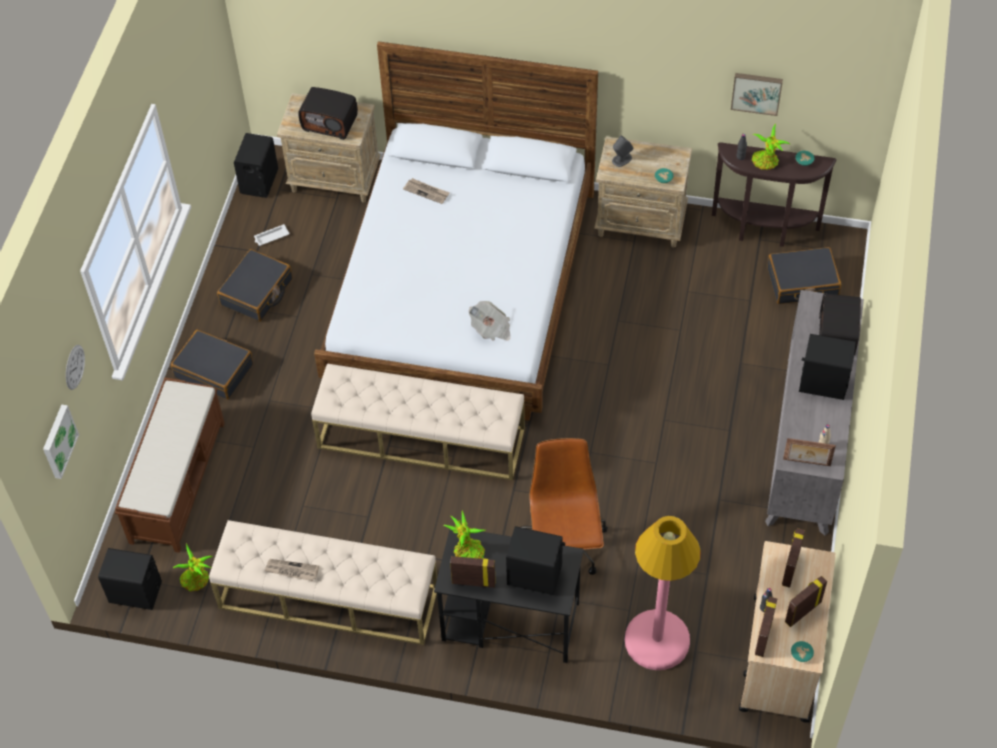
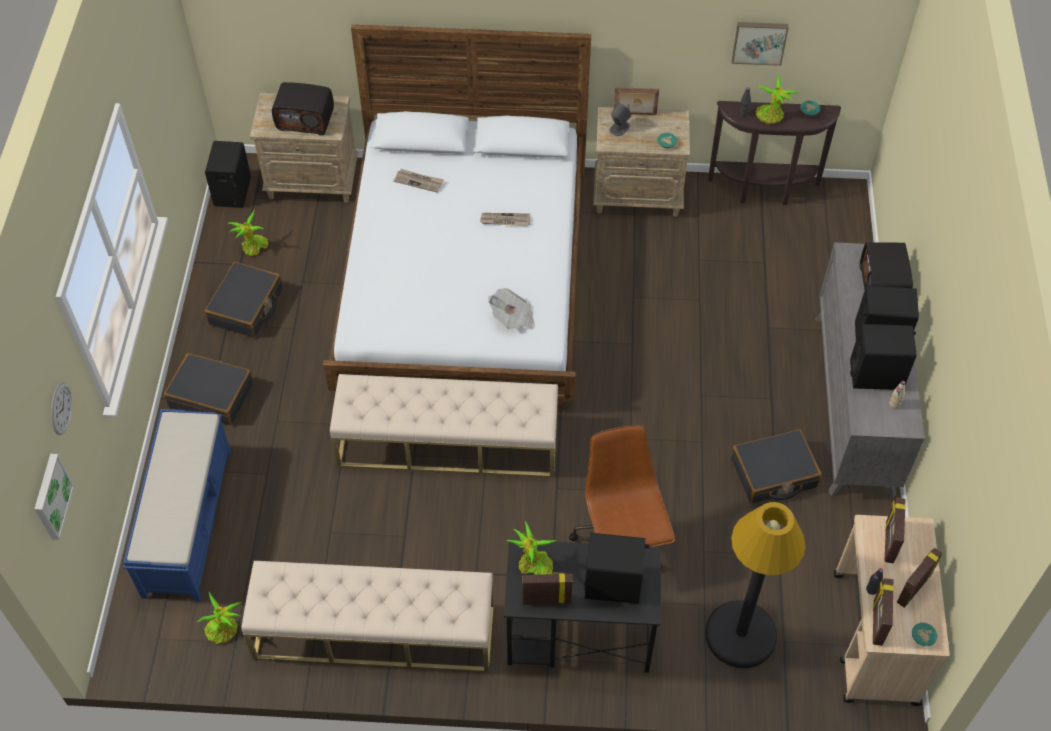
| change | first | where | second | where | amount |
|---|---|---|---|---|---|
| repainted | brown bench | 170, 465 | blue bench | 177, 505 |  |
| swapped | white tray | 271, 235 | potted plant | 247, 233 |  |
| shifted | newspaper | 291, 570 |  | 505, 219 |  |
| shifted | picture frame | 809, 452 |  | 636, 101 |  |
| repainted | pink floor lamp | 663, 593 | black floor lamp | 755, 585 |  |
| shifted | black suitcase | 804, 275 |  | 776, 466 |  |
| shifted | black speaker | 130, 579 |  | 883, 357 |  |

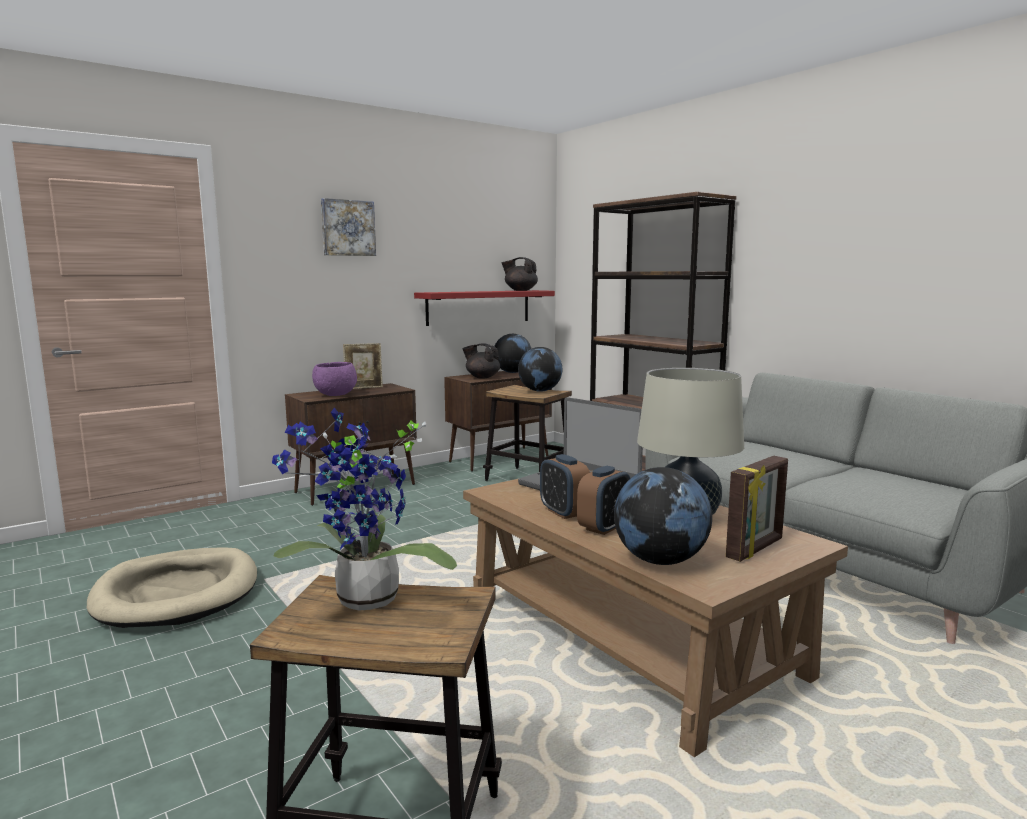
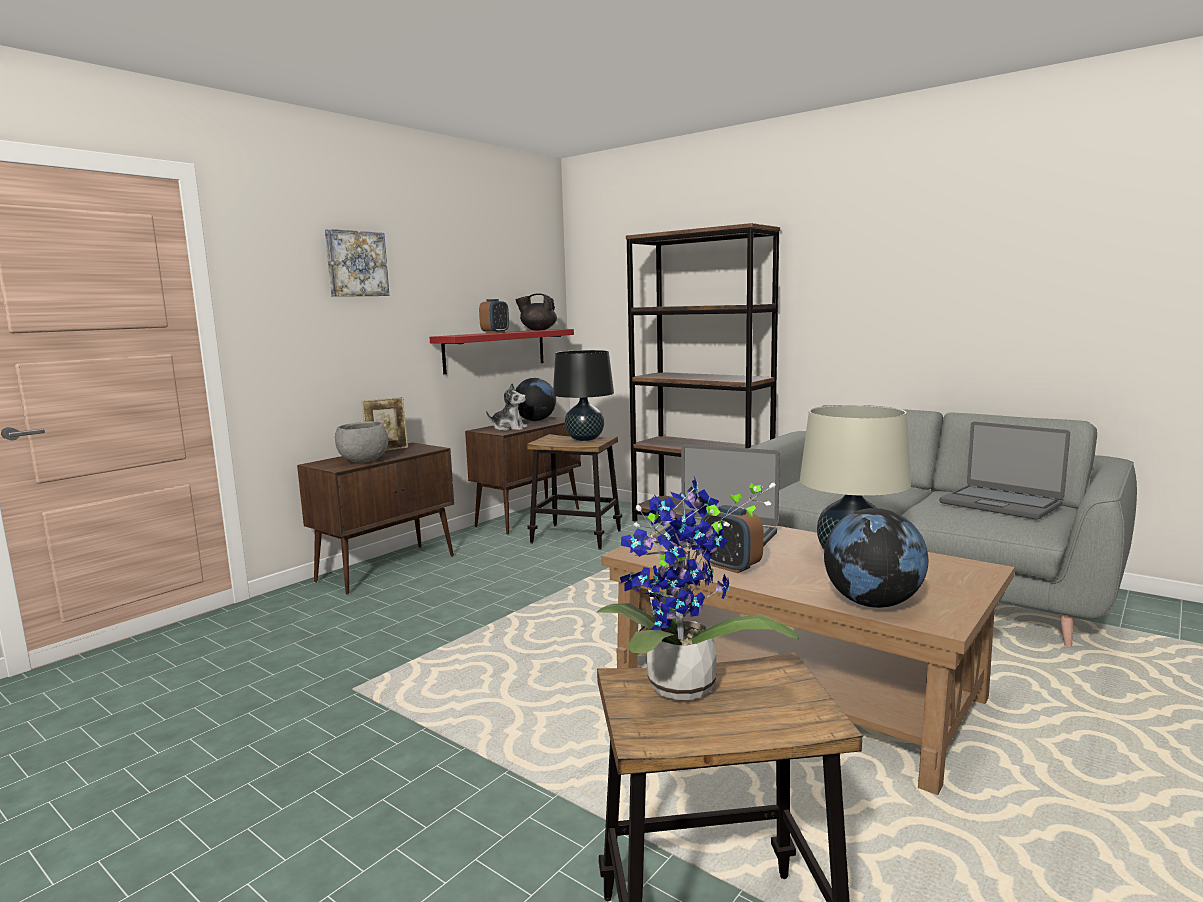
| change | first | where | second | where | amount |
|---|---|---|---|---|---|
| repainted | purple bowl | 334, 379 | grey bowl | 361, 442 |  |
| shifted | alarm clock | 603, 500 |  | 494, 316 |  |
| swapped | black teapot | 481, 361 | plush toy | 506, 407 |  |
| swapped | globe | 540, 369 | black table lamp | 583, 395 |  |
| new |  |  | laptop | 1005, 471 |  |
| gone | beige dog bed | 172, 587 |  |  |  |
| gone | picture frame | 757, 509 |  |  |  |

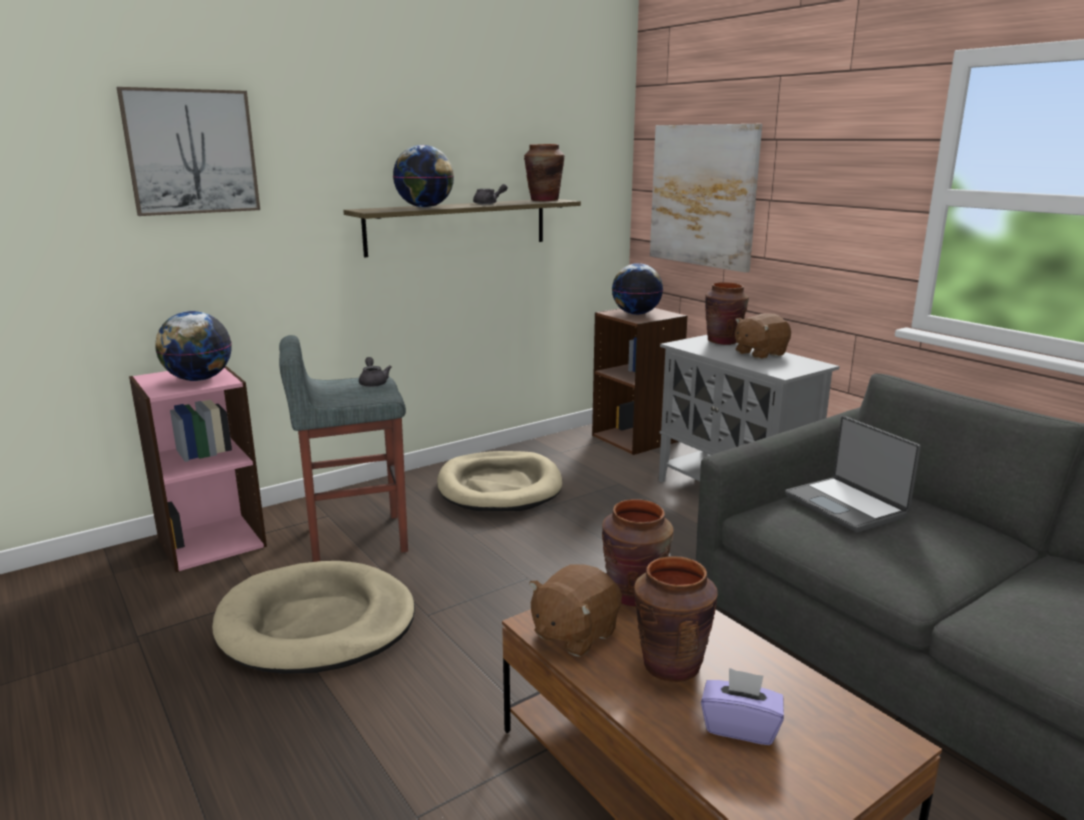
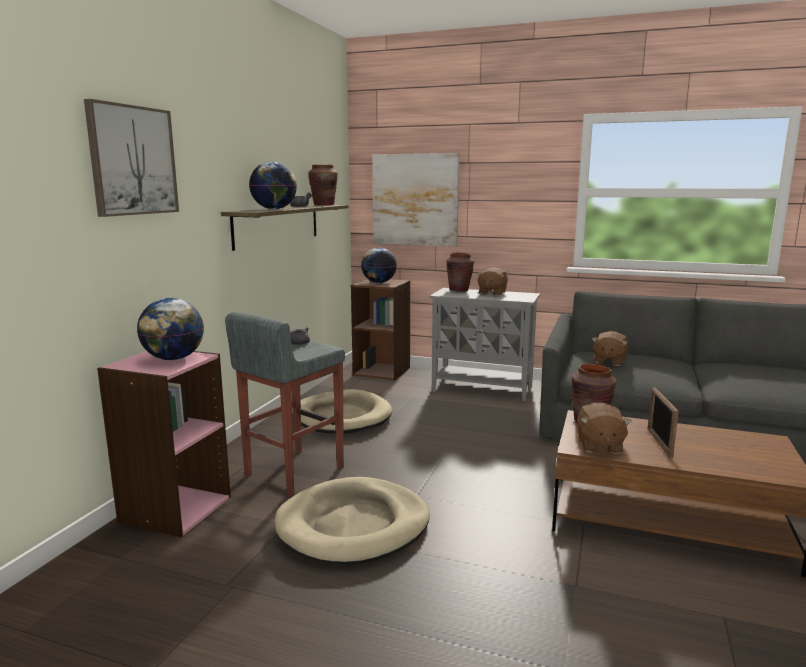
| change | first | where | second | where | amount |
|---|---|---|---|---|---|
| swapped | laptop | 853, 474 | brown plush toy | 610, 348 |  |
| swapped | brown vase | 676, 619 | picture frame | 663, 422 |  |
| gone | purple tissue box | 742, 706 |  |  |  |

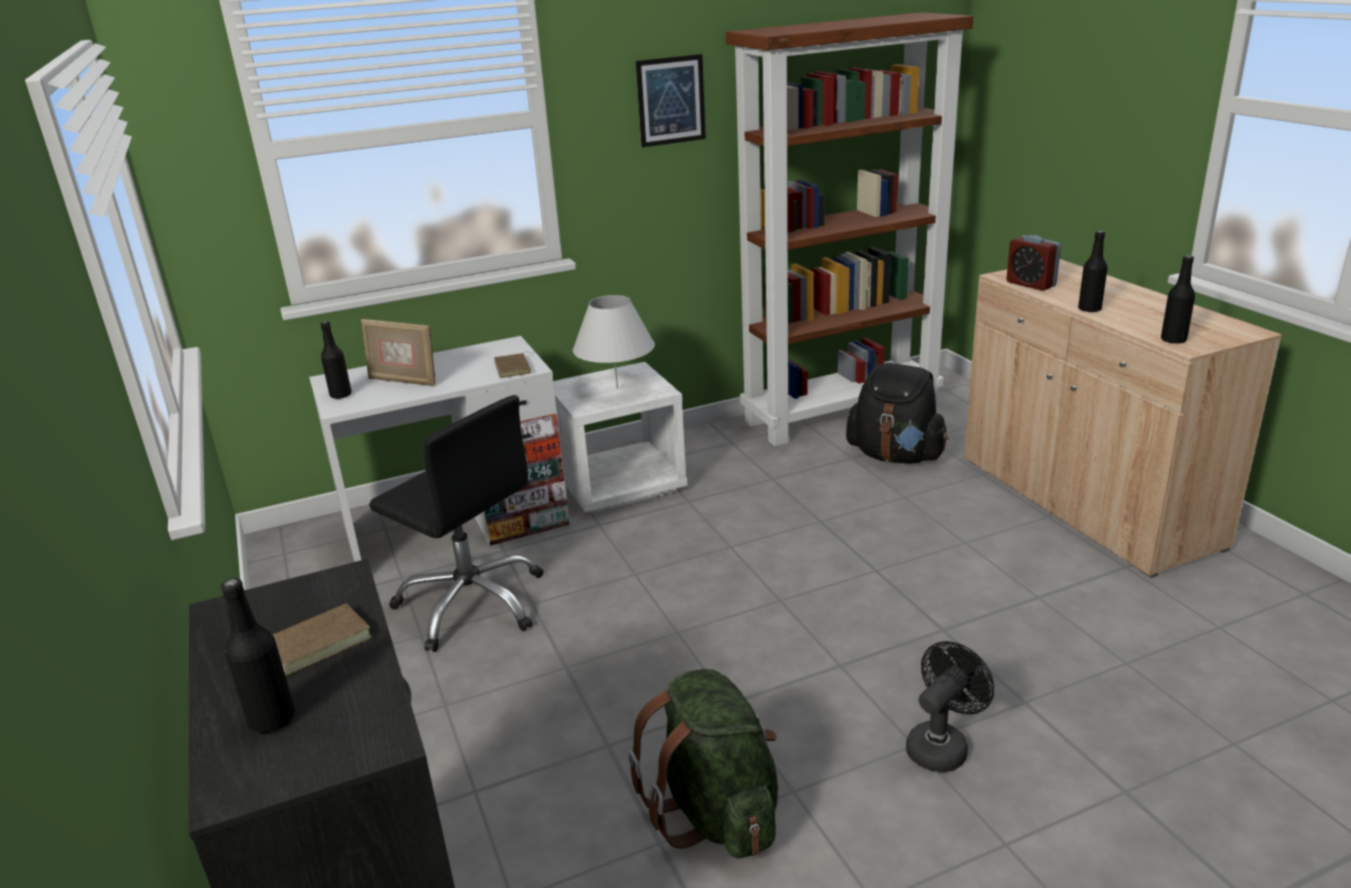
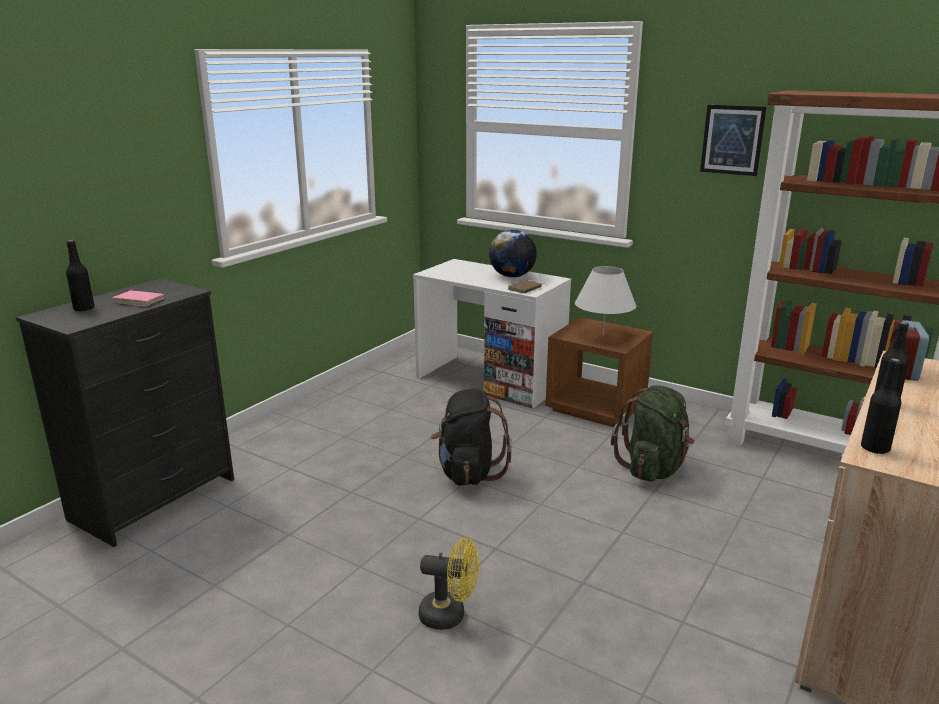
| change | first | where | second | where | amount |
|---|---|---|---|---|---|
| repainted | brown book | 322, 639 | pink book | 138, 297 |  |
| repainted | black fan | 950, 707 | yellow fan | 449, 584 |  |
| shifted | black backpack | 897, 413 |  | 471, 437 |  |
| new |  |  | globe | 513, 253 |  |
| repainted | white nightstand | 620, 438 | brown nightstand | 599, 372 |  |
| shifted | green backpack | 703, 764 |  | 653, 433 |  |
| gone | black bottle | 336, 360 |  |  |  |
| gone | picture frame | 398, 352 |  |  |  |
| gone | black office chair | 456, 523 |  |  |  |

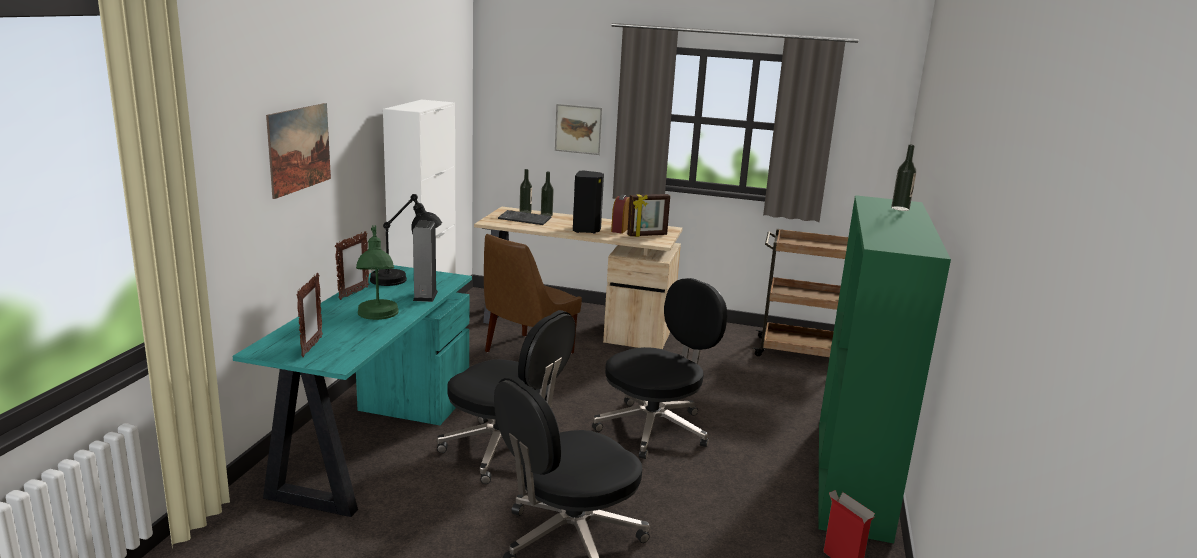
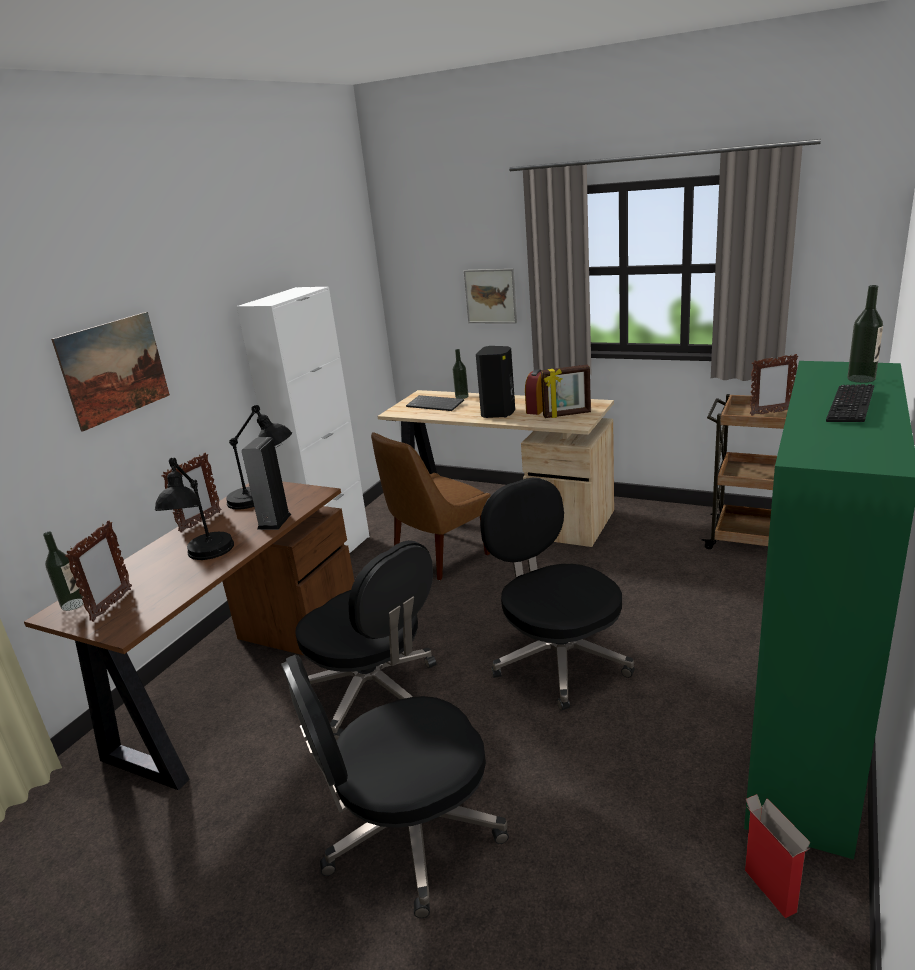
| change | first | where | second | where | amount |
|---|---|---|---|---|---|
| repainted | turquoise desk | 352, 391 | brown desk | 189, 635 |  |
| shifted | bottle | 526, 191 |  | 63, 571 |  |
| repainted | green table lamp | 377, 272 | black table lamp | 194, 508 |  |
| rotated | black office chair | 659, 368 |  | 557, 594 | 90 degrees counterclockwise |
| new |  |  | picture frame | 774, 385 |  |
| new |  |  | keyboard | 850, 403 |  |

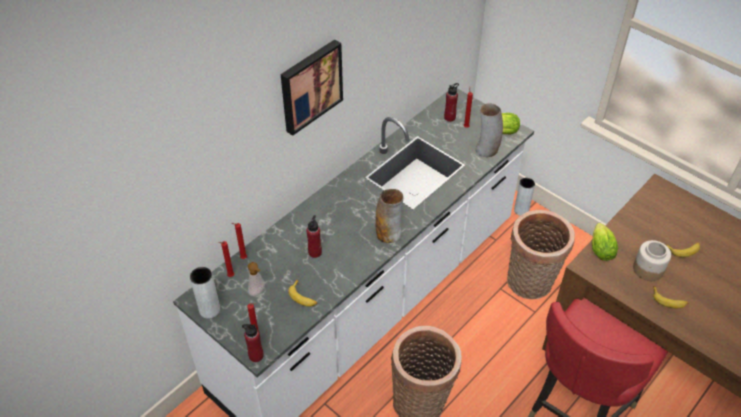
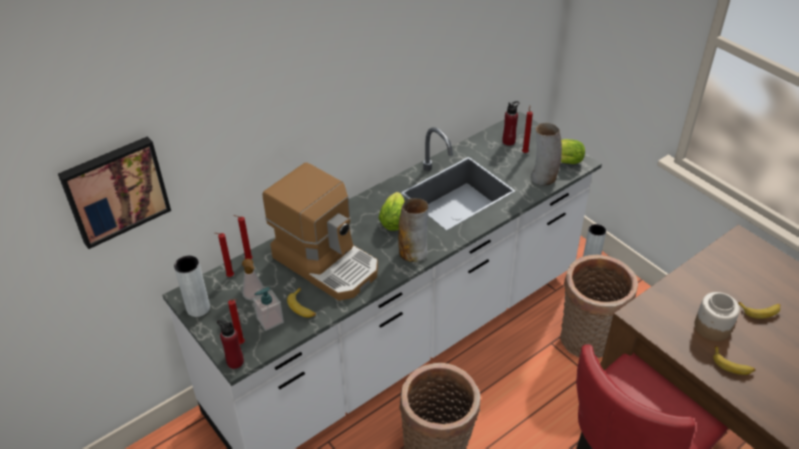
| change | first | where | second | where | amount |
|---|---|---|---|---|---|
| shifted | picture | 312, 88 |  | 114, 192 |  |
| new |  |  | soap dispenser | 268, 309 |  |
| swapped | red bottle | 314, 236 | coffee machine | 320, 231 |  |
| shifted | lettuce | 605, 242 |  | 391, 211 |  |

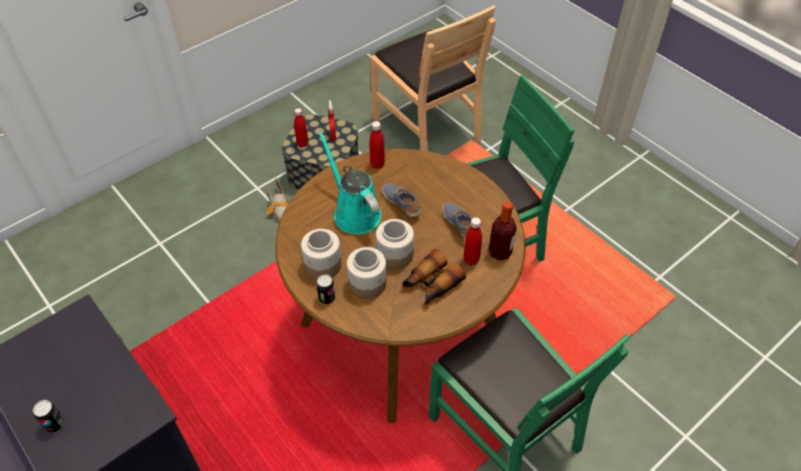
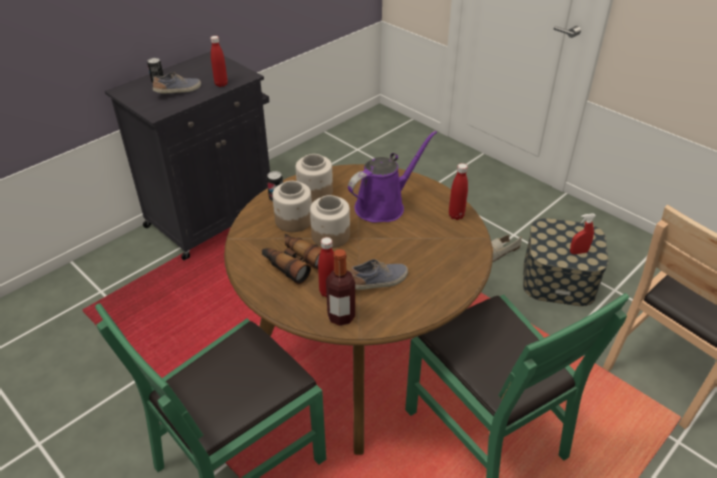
| change | first | where | second | where | amount |
|---|---|---|---|---|---|
| shifted | shoe | 402, 200 |  | 177, 83 |  |
| shifted | red bottle | 301, 127 |  | 219, 61 |  |
| repainted | turquoise watering can | 350, 182 | purple watering can | 392, 177 |  |

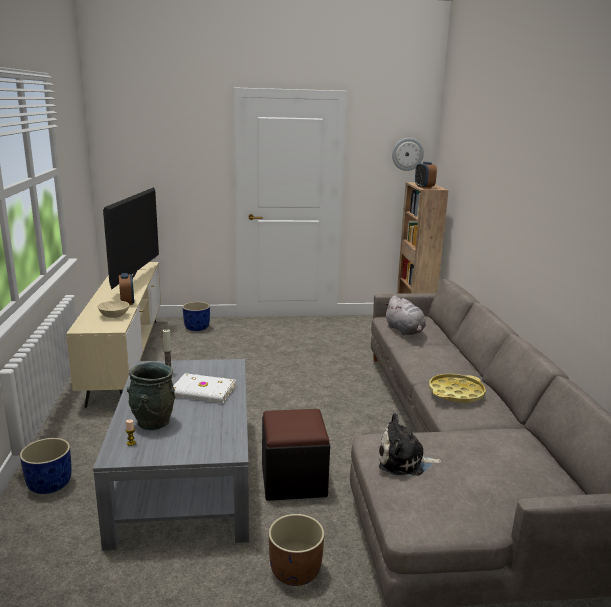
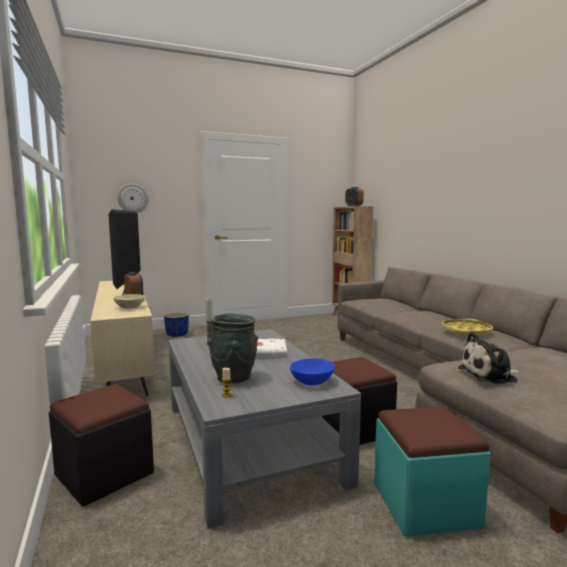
| change | first | where | second | where | amount |
|---|---|---|---|---|---|
| swapped | blue planter | 46, 466 | black ottoman | 101, 445 |  |
| shifted | wall clock | 408, 154 |  | 133, 198 |  |
| new |  |  | blue bowl | 312, 371 |  |
| swapped | brown planter | 297, 550 | turquoise ottoman | 432, 471 |  |
| gone | grey plush toy | 405, 315 |  |  |  |

